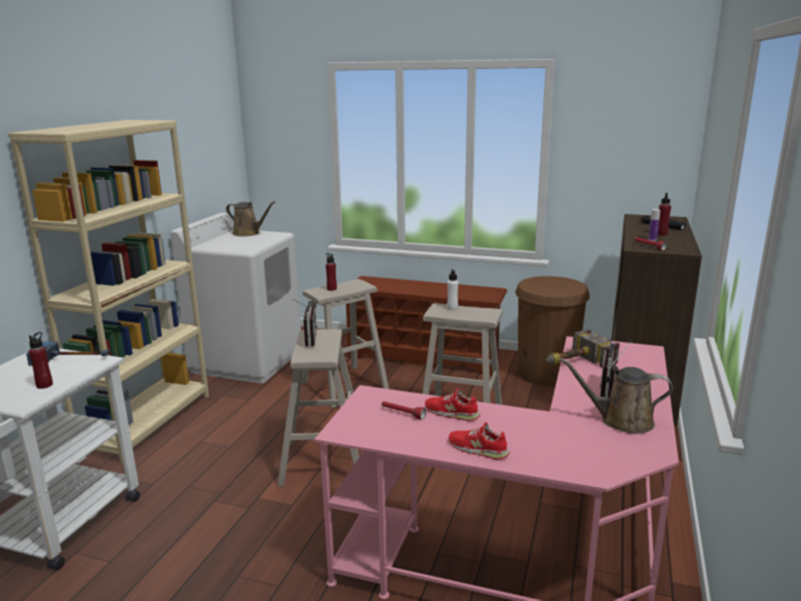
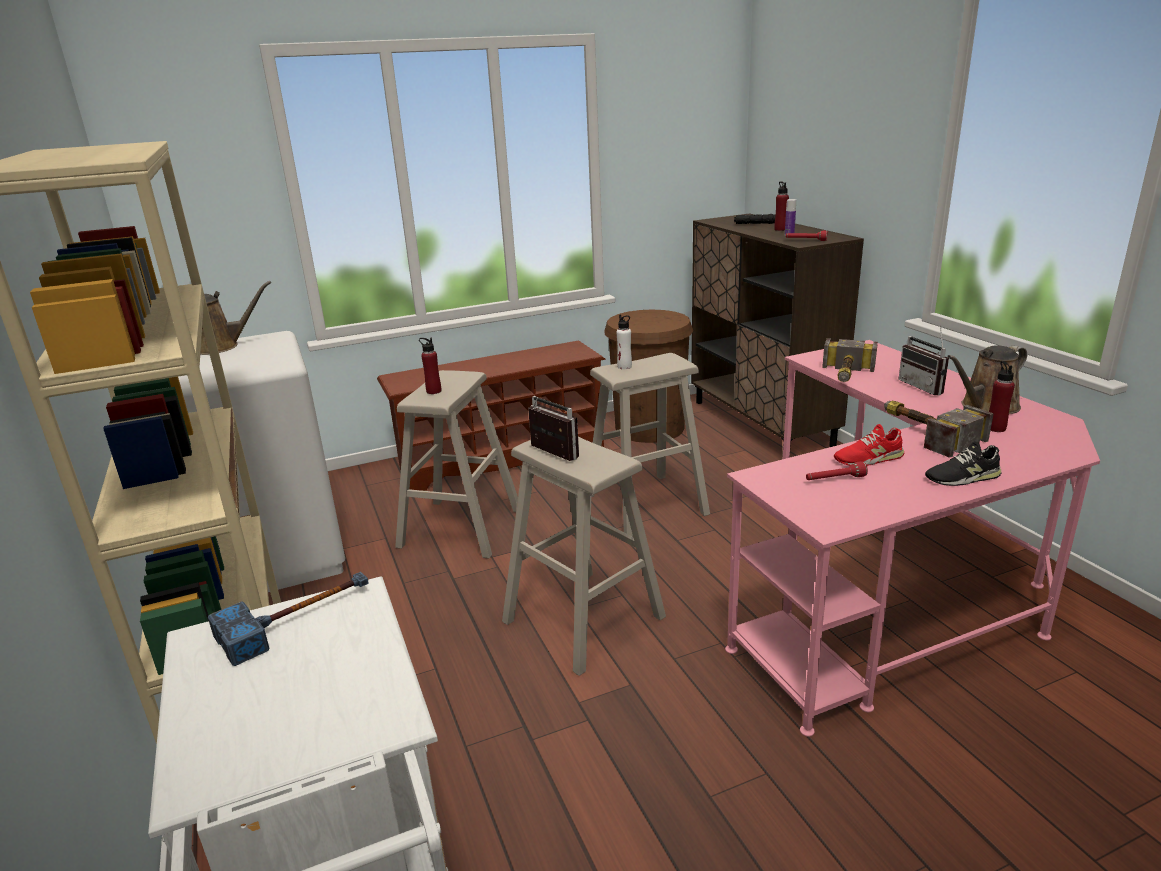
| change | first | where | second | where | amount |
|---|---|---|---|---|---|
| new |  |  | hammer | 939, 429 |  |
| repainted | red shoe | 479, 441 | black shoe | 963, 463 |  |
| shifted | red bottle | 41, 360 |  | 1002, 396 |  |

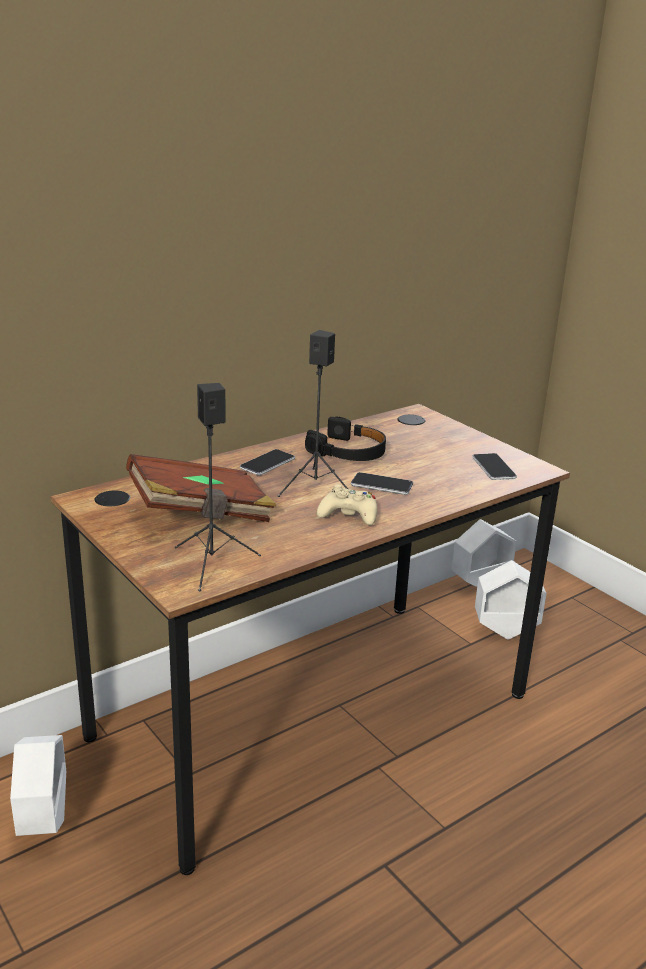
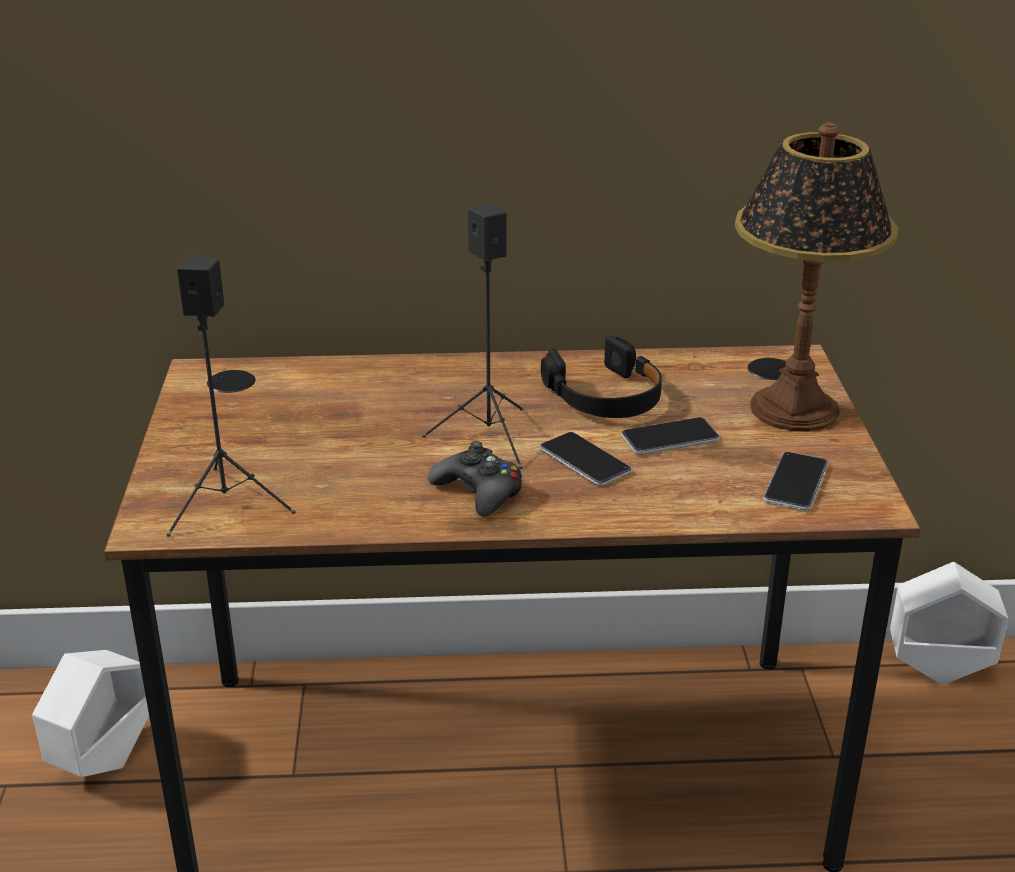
| change | first | where | second | where | amount |
|---|---|---|---|---|---|
| repainted | beige game controller | 347, 504 | black game controller | 475, 479 |  |
| shifted | phone | 267, 462 |  | 670, 436 |  |
| new |  |  | table lamp | 816, 277 |  |
| gone | brown book | 201, 488 |  |  |  |
| gone | white planter | 511, 600 |  |  |  |

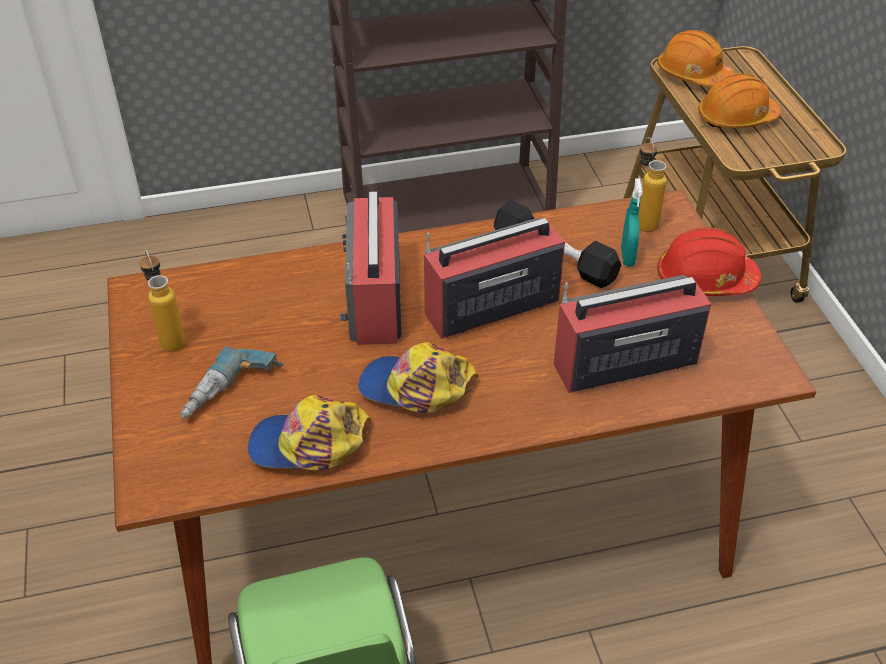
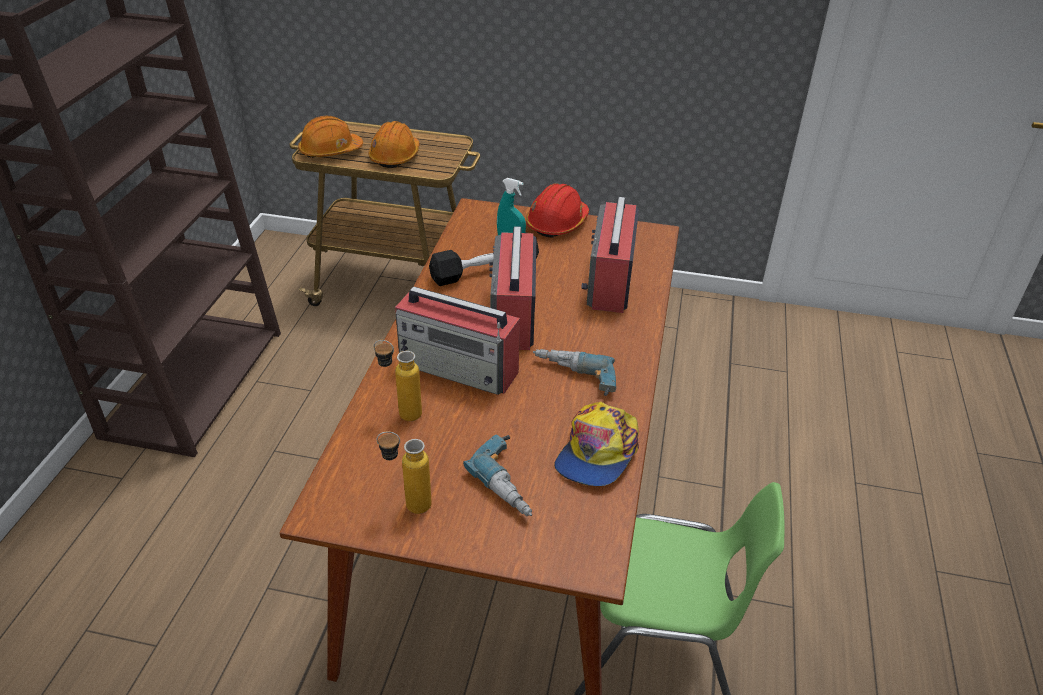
| change | first | where | second | where | amount |
|---|---|---|---|---|---|
| shifted | bottle | 652, 184 |  | 398, 380 |  |
| swapped | cap | 418, 377 | power drill | 574, 372 |  |

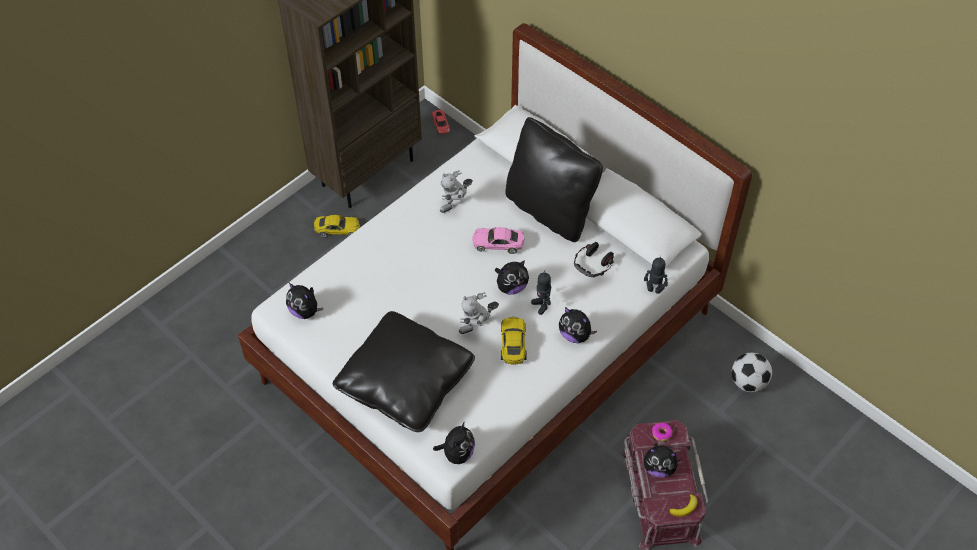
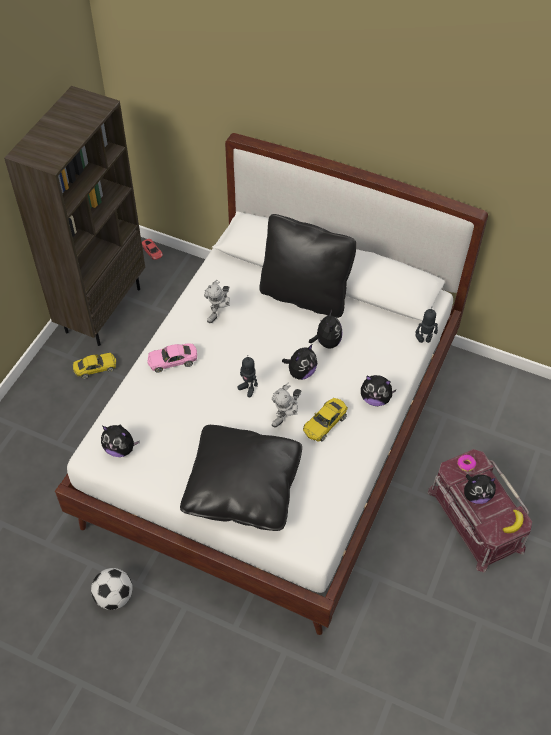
| change | first | where | second | where | amount |
|---|---|---|---|---|---|
| shifted | football | 751, 372 |  | 112, 589 |  |
| shifted | pink toy car | 498, 240 |  | 172, 358 |  |
| shifted | toy robot | 541, 293 |  | 247, 376 |  |
| rotated | yellow toy car | 514, 340 |  | 325, 420 | 120 degrees counterclockwise |
| shifted | plush toy | 454, 442 |  | 326, 329 |  |
| gone | headphones | 594, 259 |  |  |  |

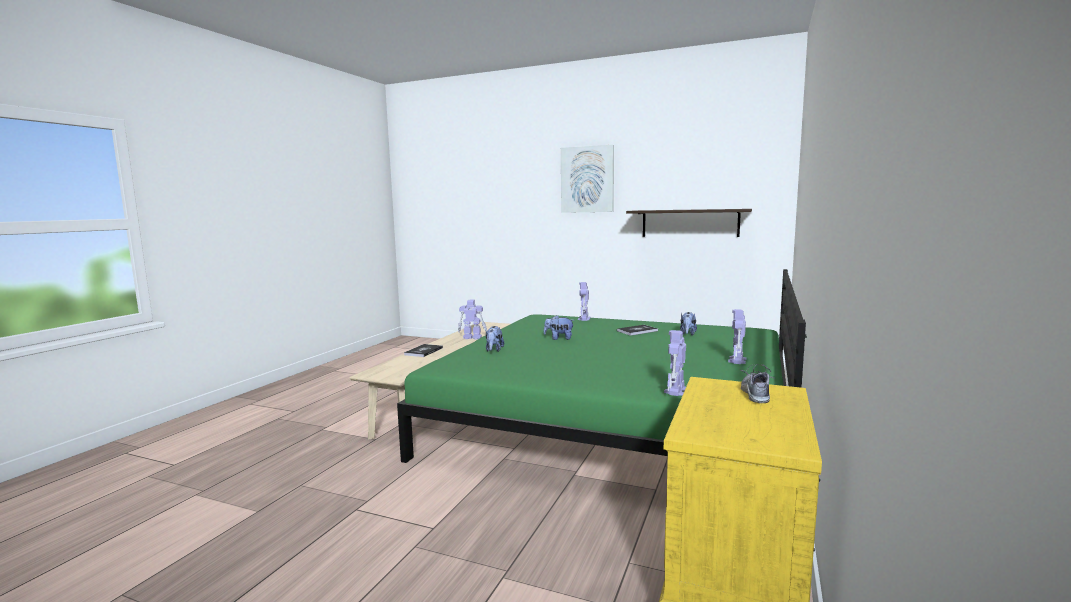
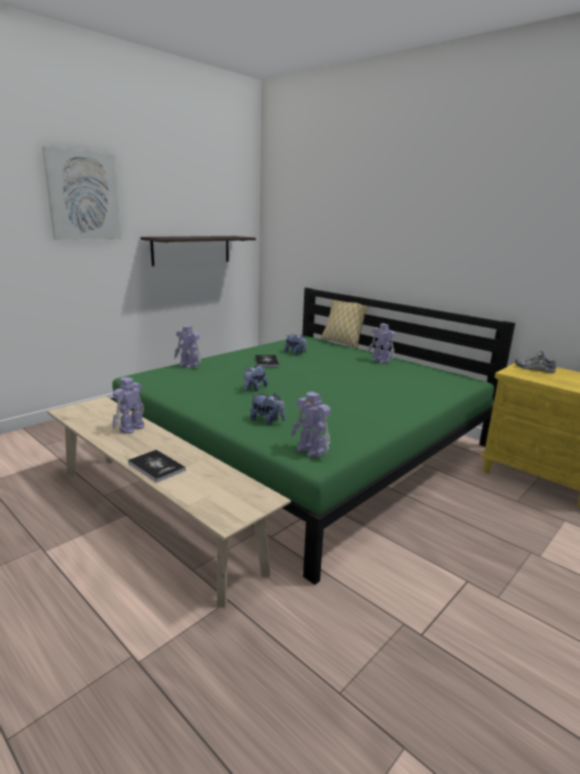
| change | first | where | second | where | amount |
|---|---|---|---|---|---|
| shifted | toy robot | 675, 363 |  | 311, 424 |  |
| new |  |  | pillow | 345, 323 |  |

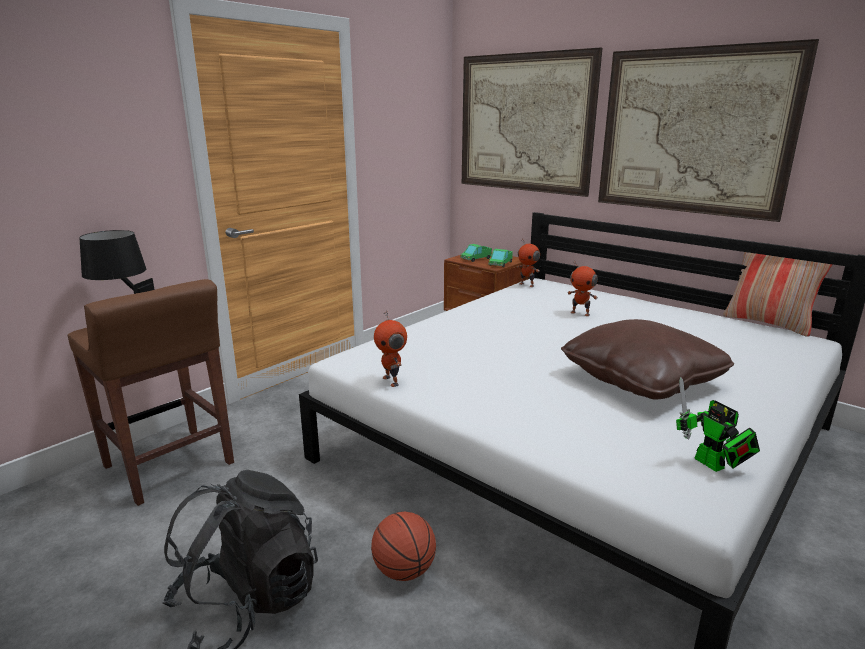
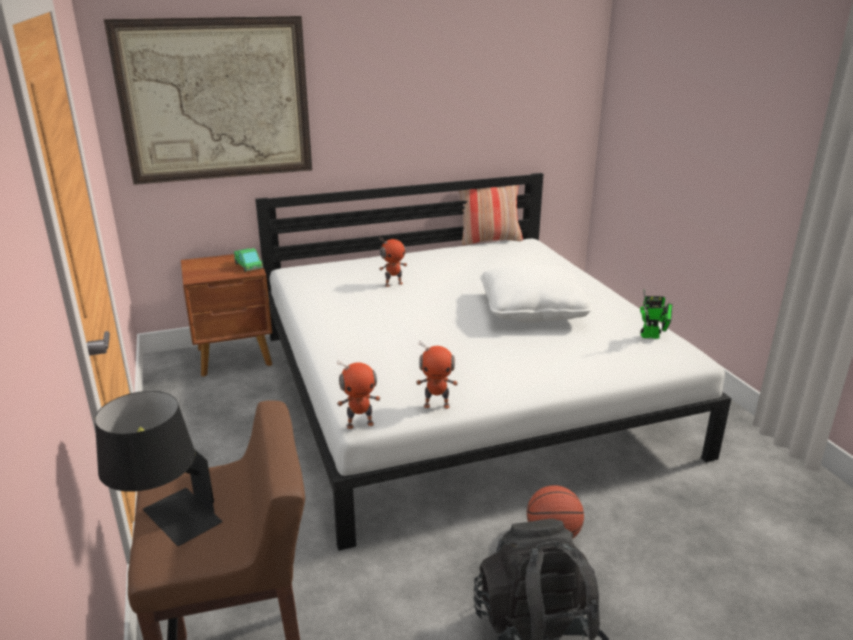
| change | first | where | second | where | amount |
|---|---|---|---|---|---|
| shifted | toy robot | 528, 262 |  | 359, 394 |  |
| repainted | brown pillow | 647, 359 | white pillow | 536, 293 |  |
| gone | toy truck | 476, 253 |  |  |  |
| gone | picture | 708, 130 |  |  |  |

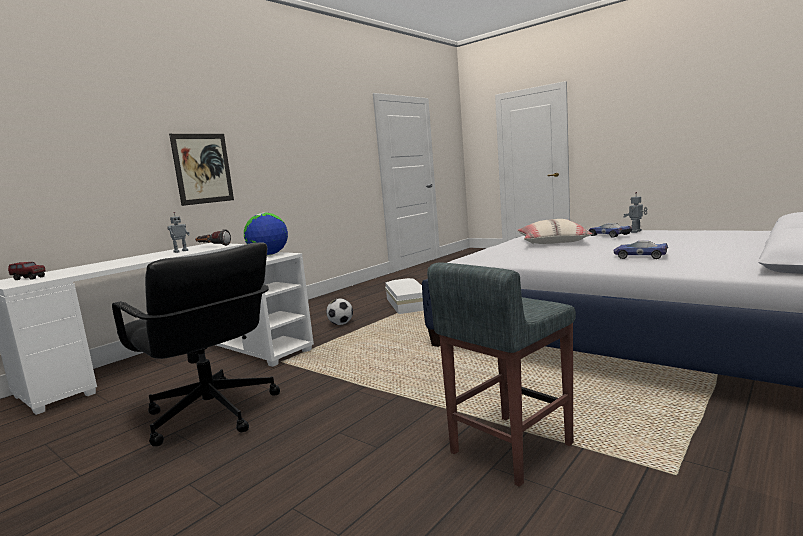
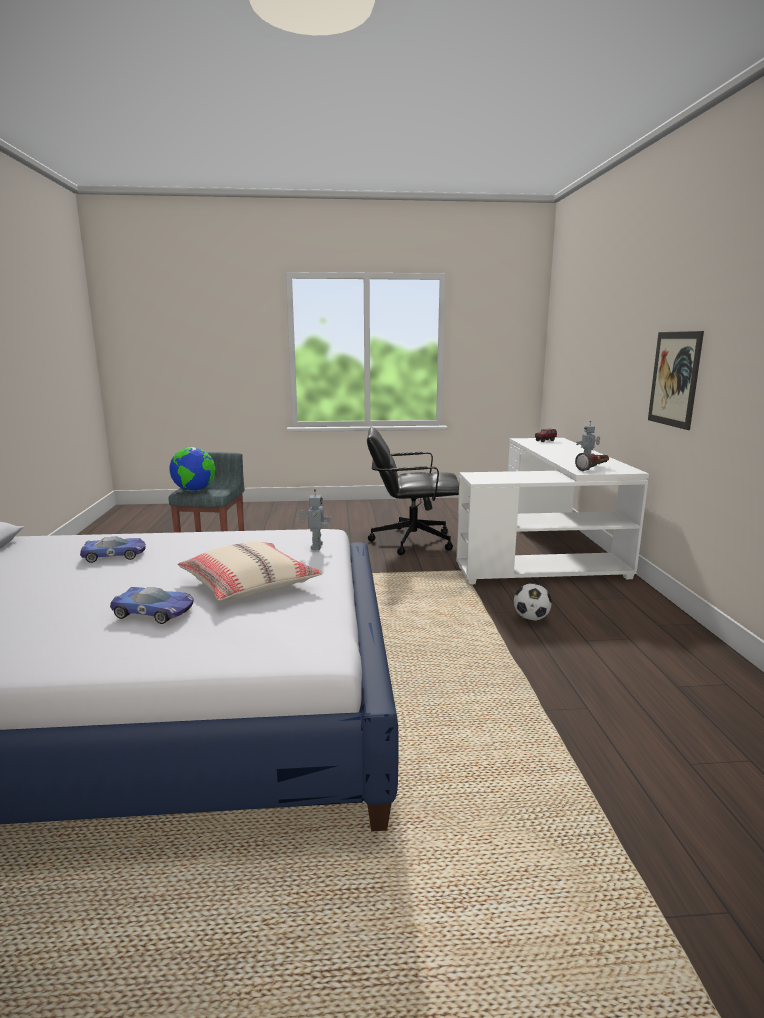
| change | first | where | second | where | amount |
|---|---|---|---|---|---|
| shifted | globe | 266, 234 |  | 192, 469 |  |
| shifted | toy robot | 635, 212 |  | 315, 519 |  |
| gone | white storage box | 404, 296 |  |  |  |

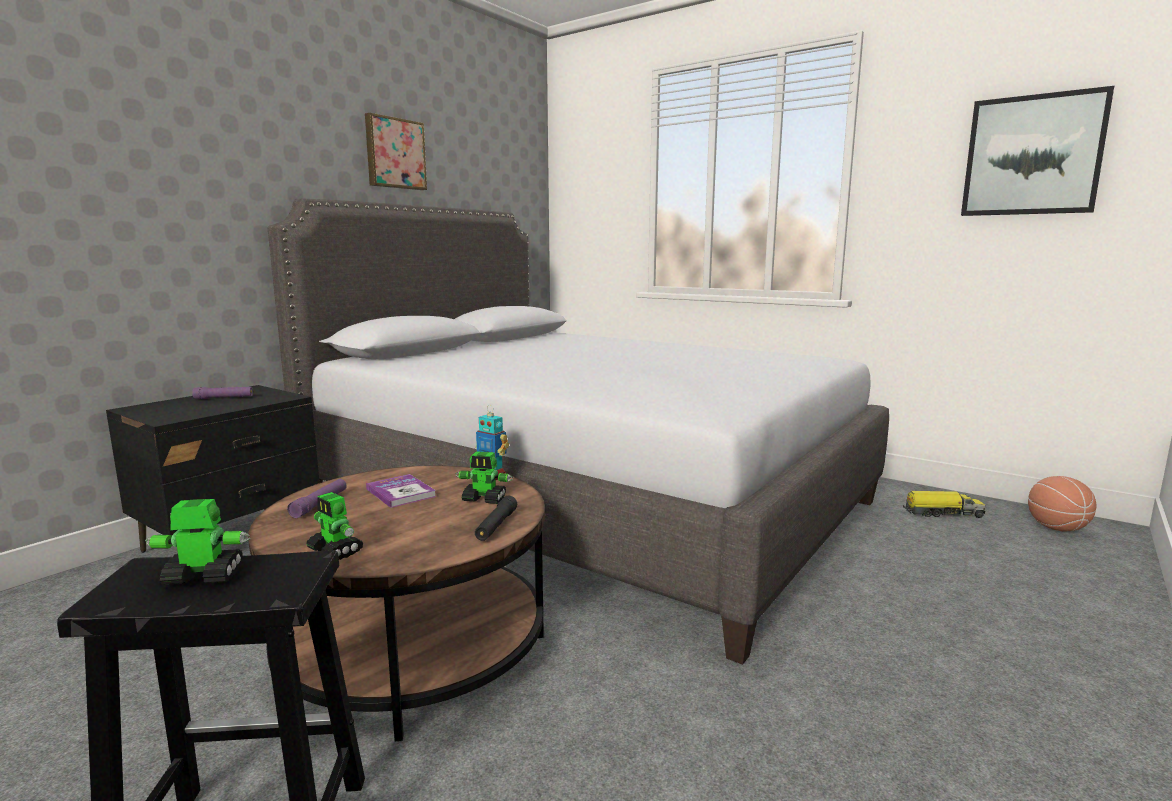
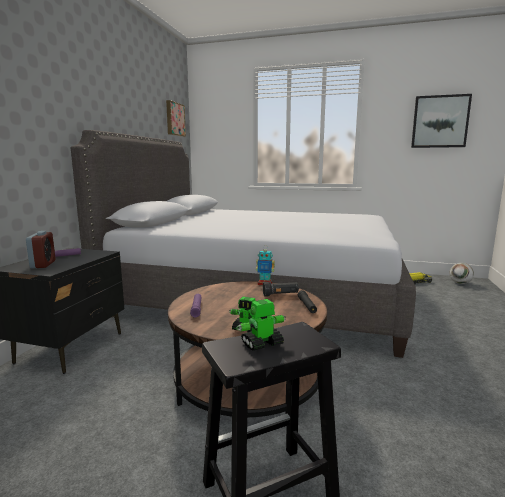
| change | first | where | second | where | amount |
|---|---|---|---|---|---|
| new |  |  | alarm clock | 41, 249 |  |
| shifted | picture | 396, 151 |  | 176, 118 |  |
| swapped | toy robot | 484, 477 | black flashlight | 281, 289 |  |
| swapped | basketball | 1062, 503 | football | 461, 273 |  |
| gone | book | 401, 491 |  |  |  |

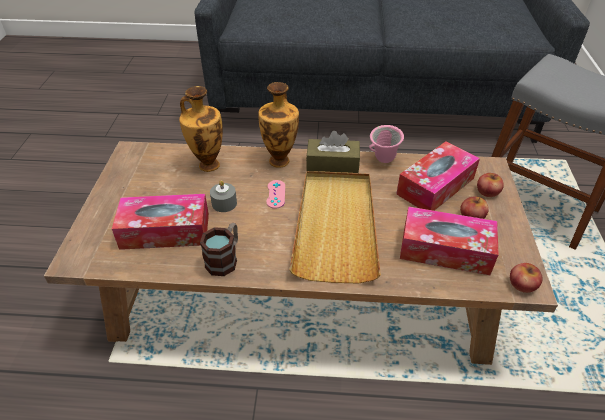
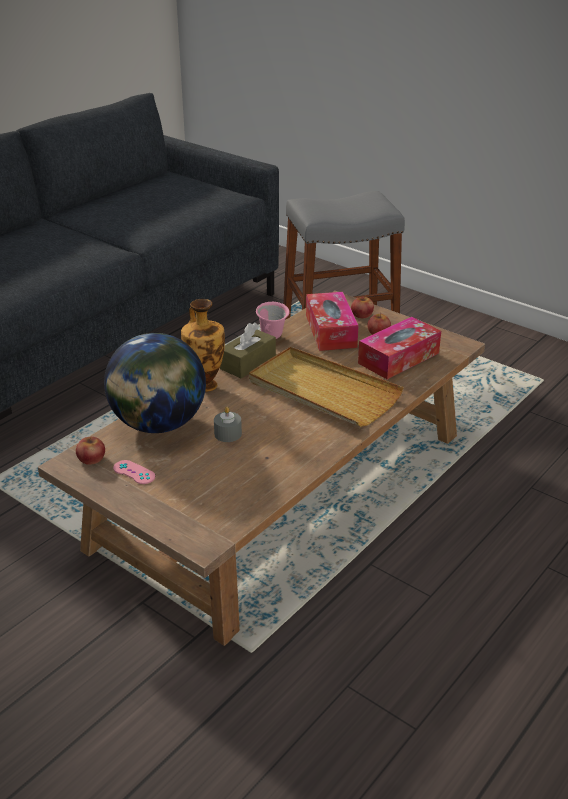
| change | first | where | second | where | amount |
|---|---|---|---|---|---|
| shifted | apple | 526, 278 |  | 90, 451 |  |
| swapped | vase | 201, 129 | globe | 155, 383 |  |
| shifted | pink game controller | 275, 194 |  | 134, 472 |  |
| gone | tissue box | 160, 222 |  |  |  |
| gone | mug | 219, 249 |  |  |  |

